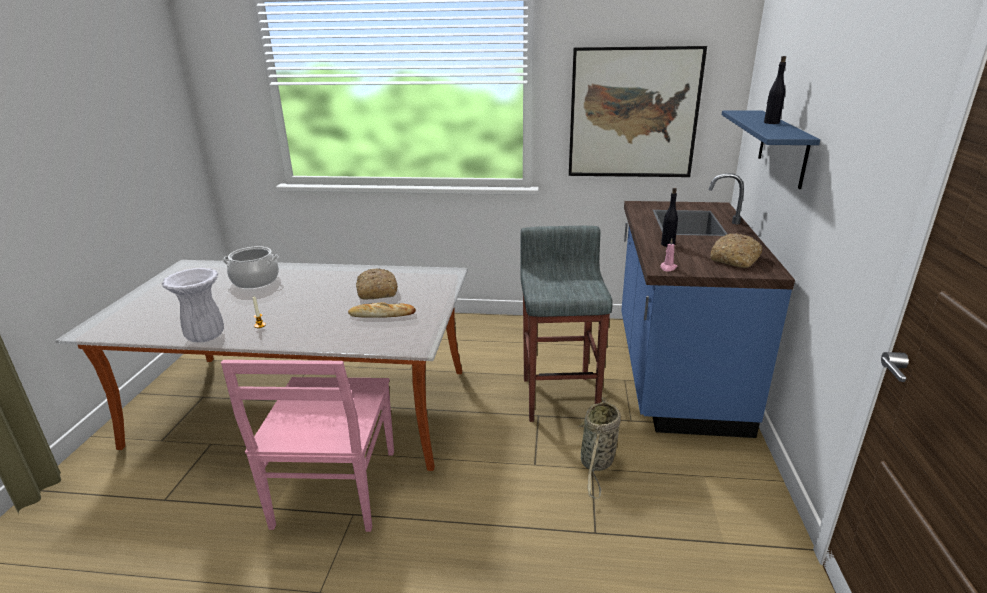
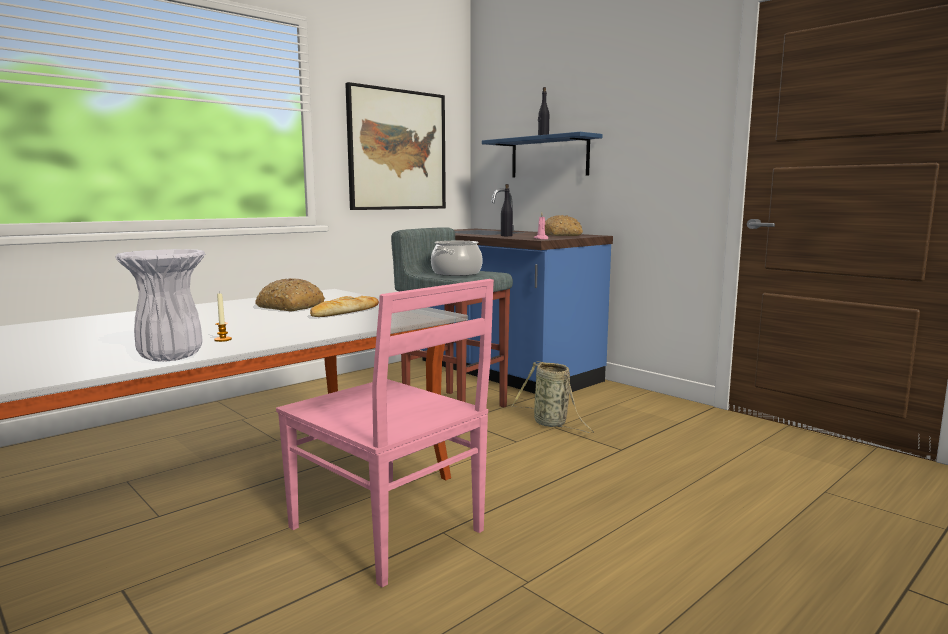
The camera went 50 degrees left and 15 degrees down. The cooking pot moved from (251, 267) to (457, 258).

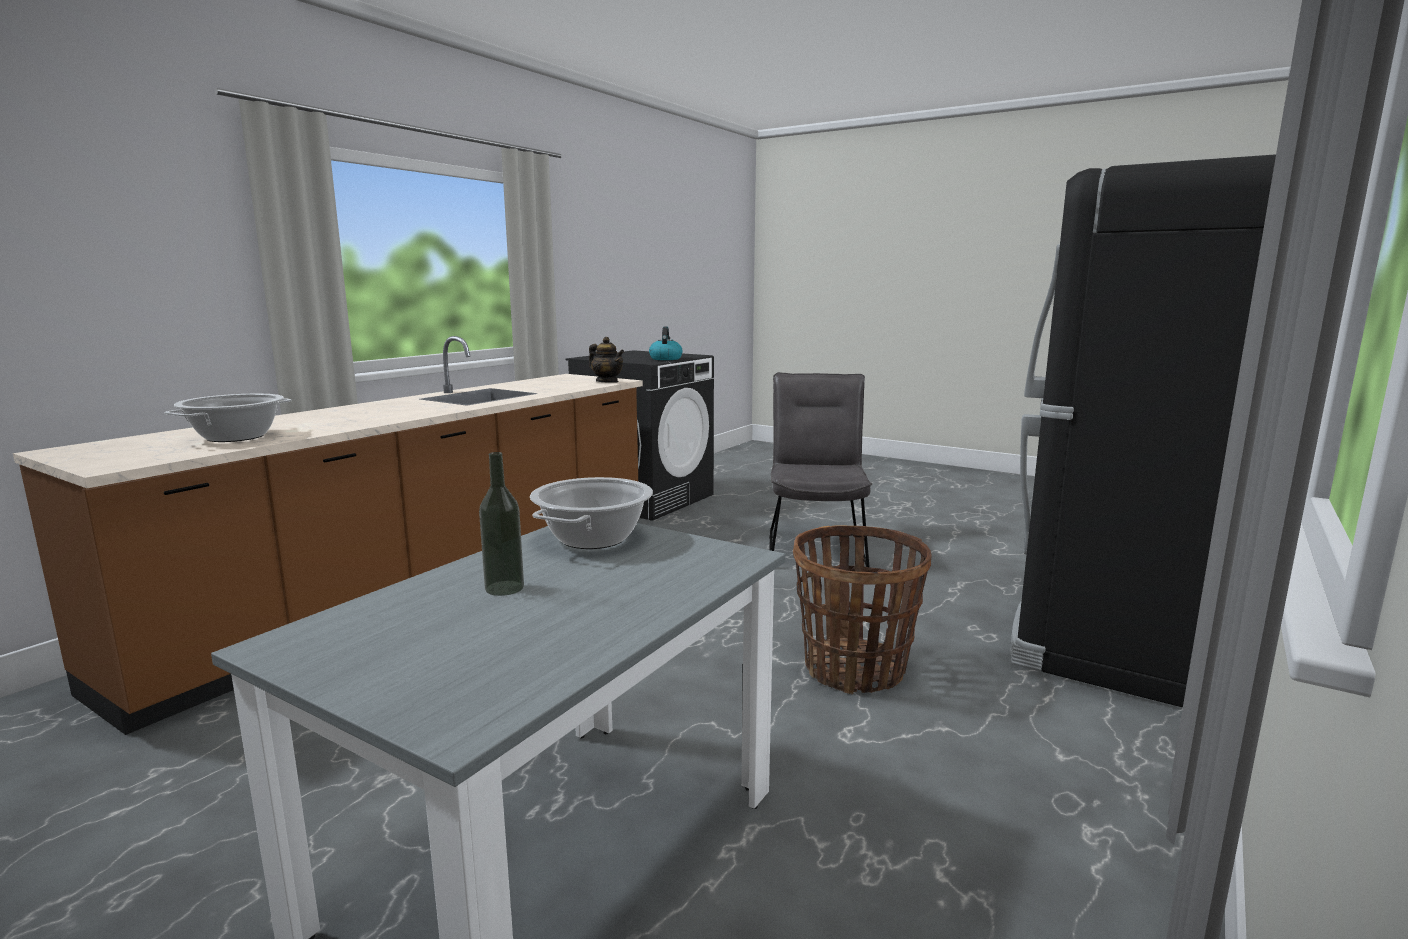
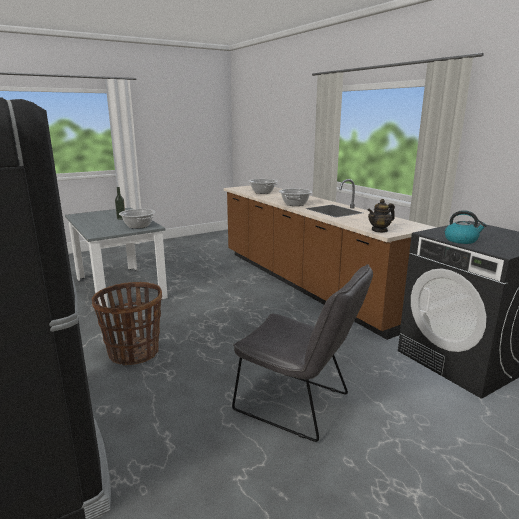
The camera went 115 degrees right and 5 degrees up. The cooking pot at (295, 197) appeared.

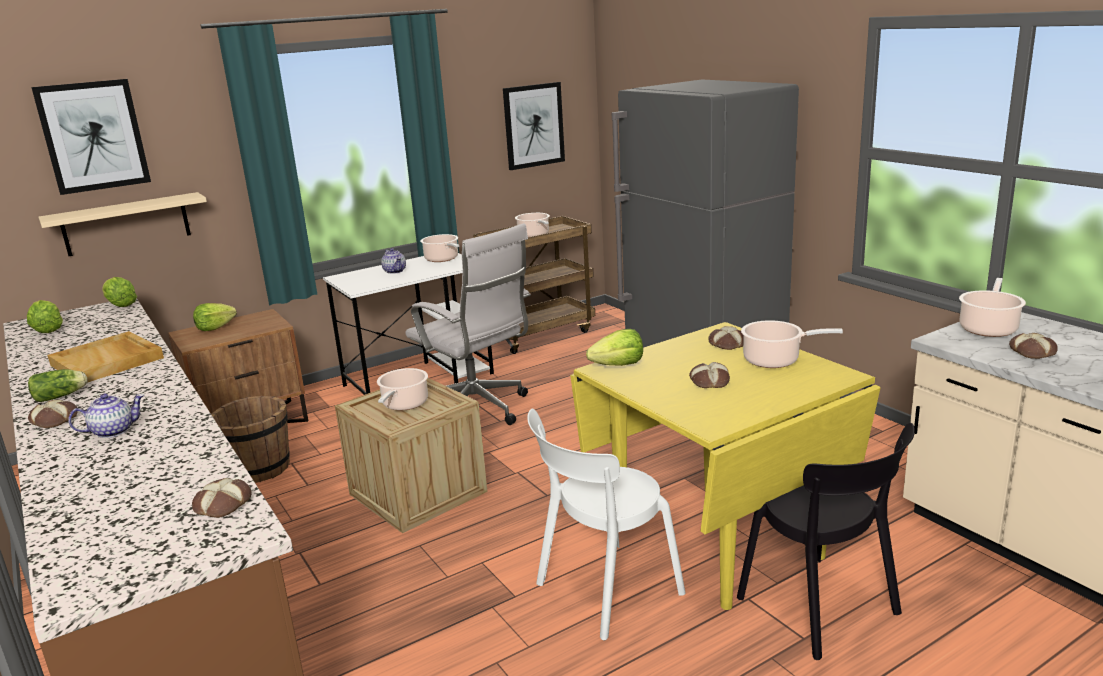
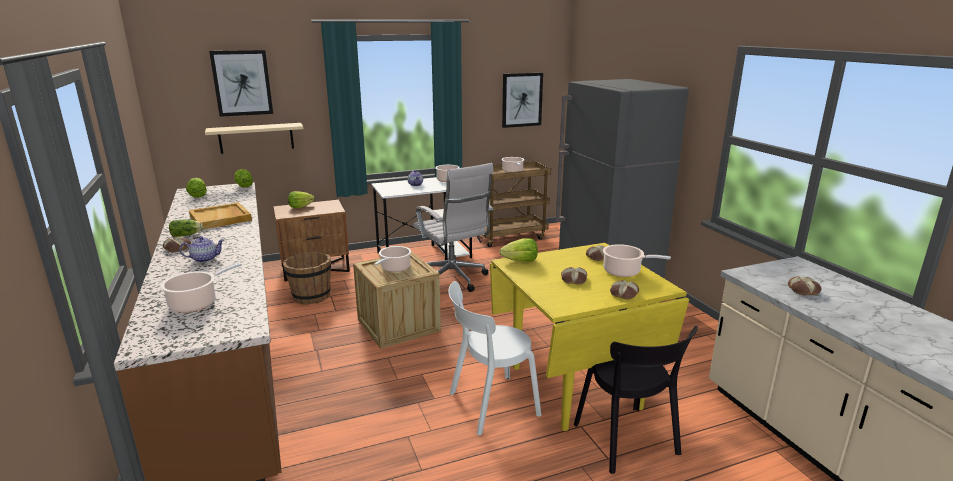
The camera went 10 degrees right and 0 degrees up. The bread moved from (222, 498) to (624, 289). The cooking pot moved from (992, 307) to (201, 288).

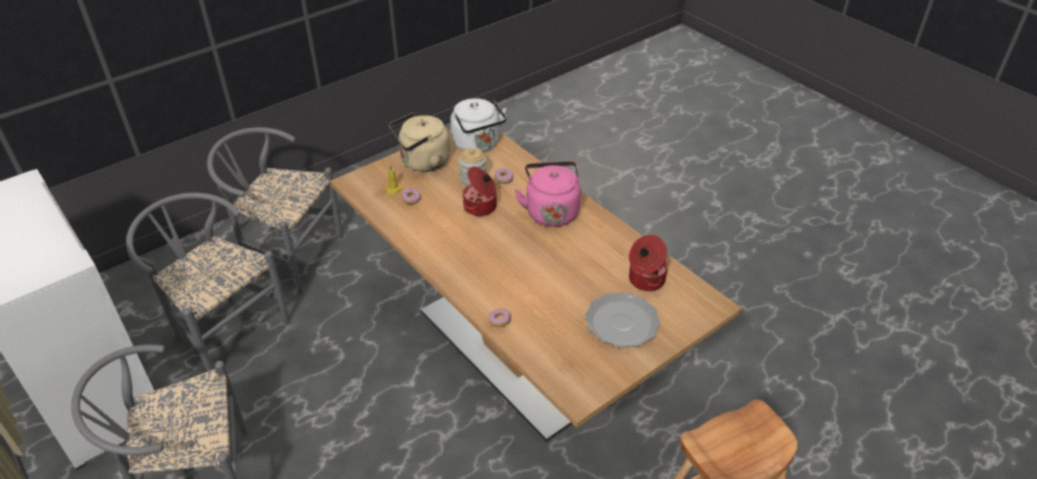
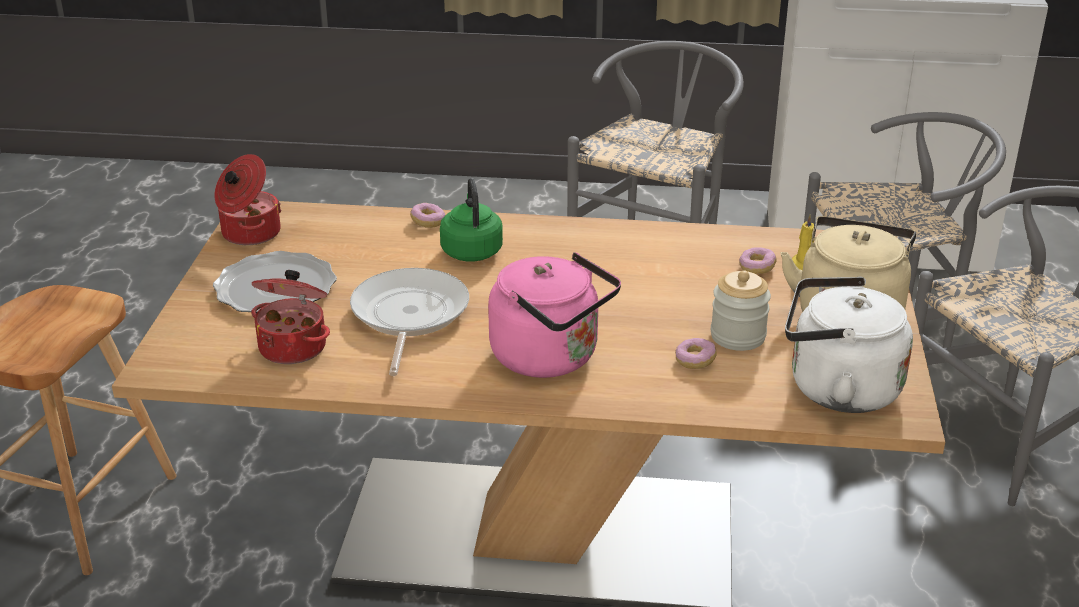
The camera went 135 degrees right and 10 degrees down. The frying pan at (409, 322) appeared. The green kettle at (471, 219) appeared. The cooking pot moved from (479, 191) to (248, 199).

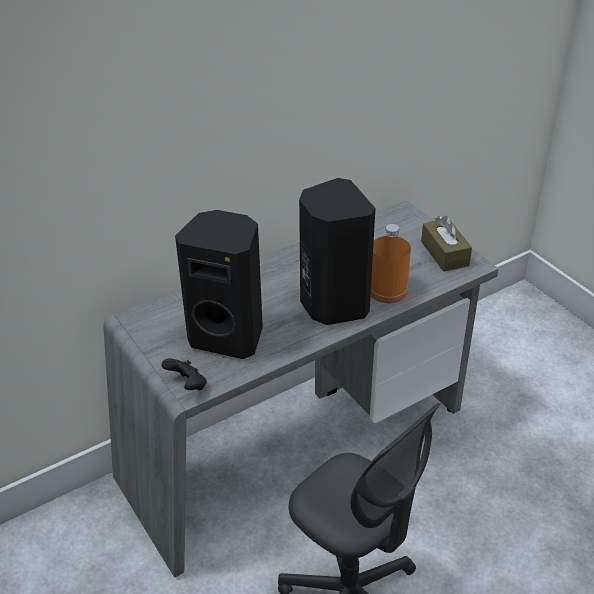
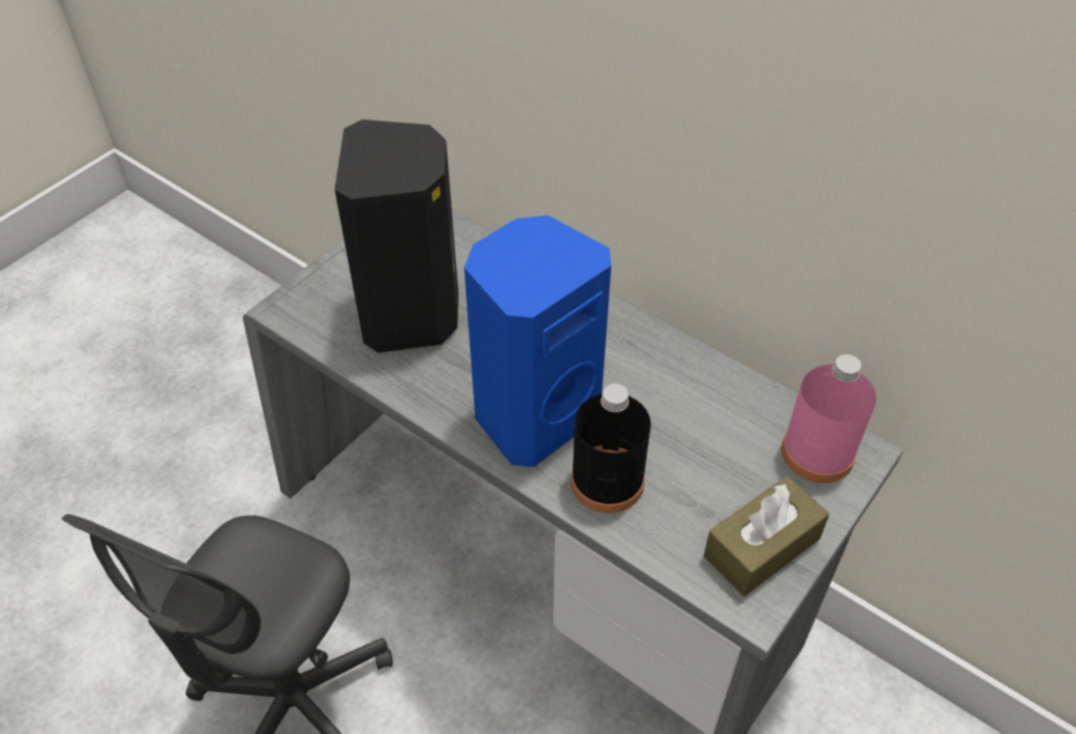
The camera went 70 degrees right and 10 degrees up. The black game controller at (184, 374) disappeared. The pink bottle at (829, 418) appeared. The black speaker at (337, 251) became the blue speaker at (537, 341). The orange bottle at (391, 263) became the black bottle at (611, 448).

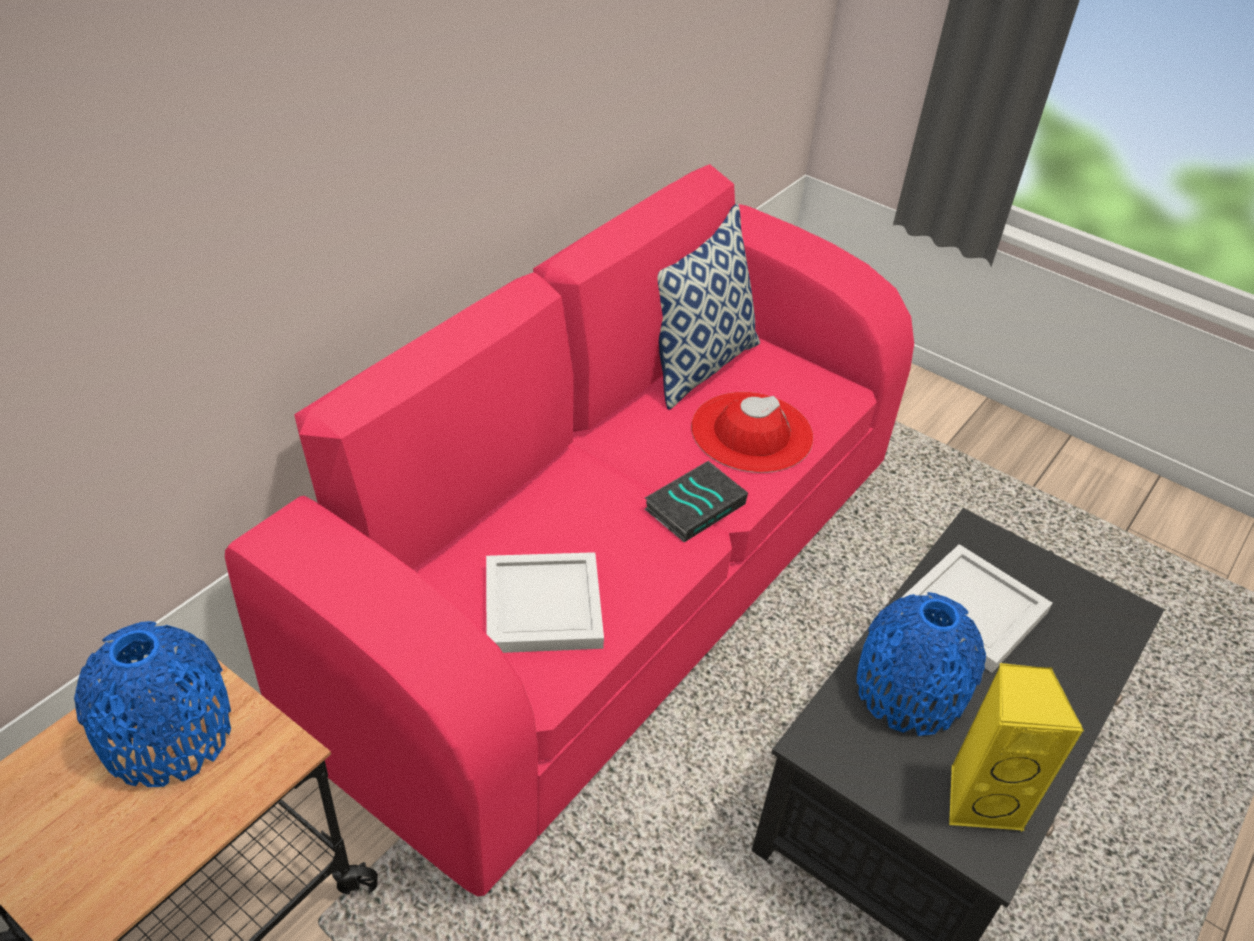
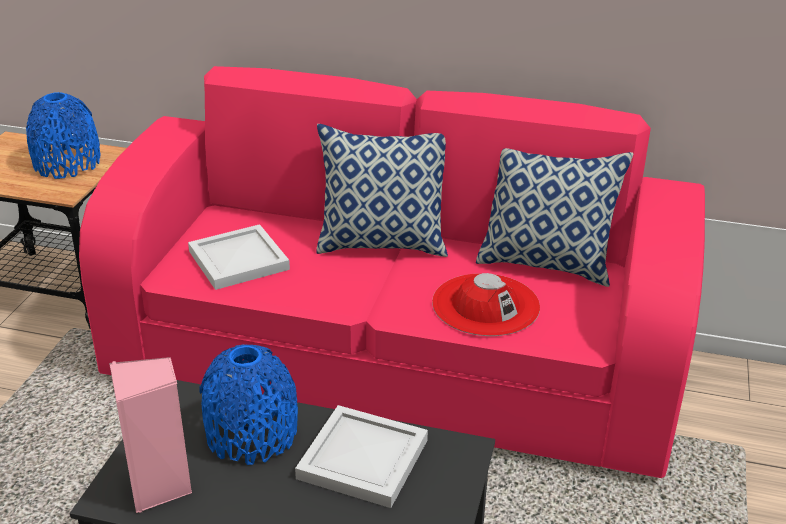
The camera went 70 degrees right and 10 degrees down. The book at (696, 501) disappeared. The pillow at (382, 190) appeared. The yellow speaker at (1016, 747) became the pink speaker at (150, 435).

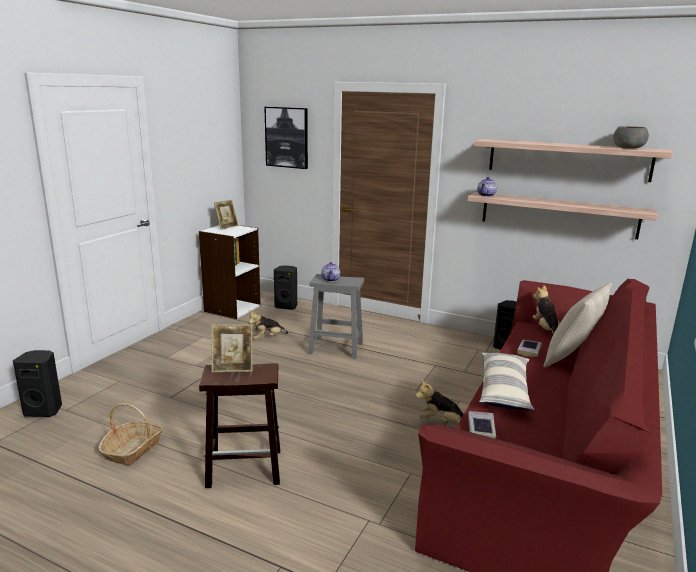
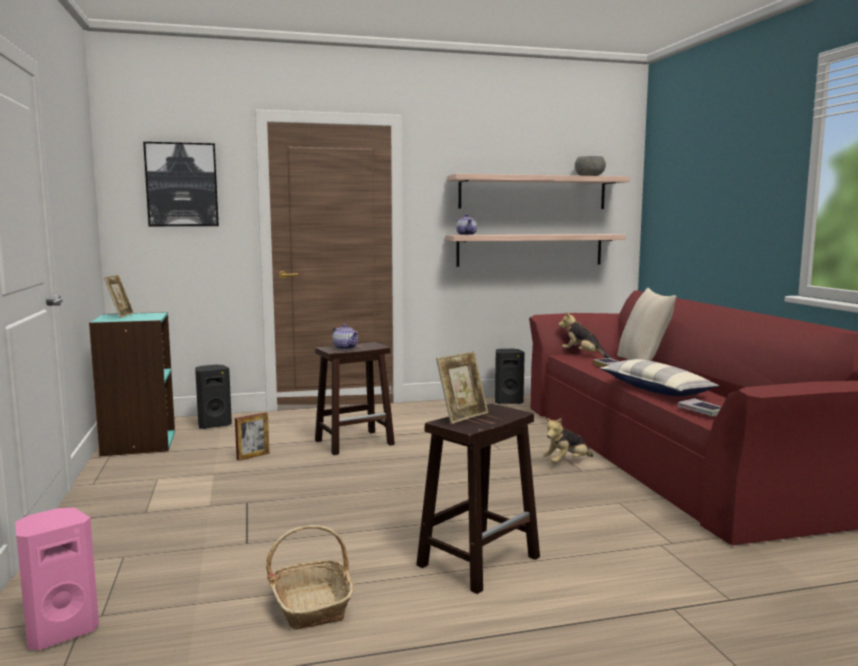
The camera went 40 degrees left and 10 degrees down. The plush toy at (268, 324) was replaced by the picture frame at (252, 436). The black speaker at (37, 383) became the pink speaker at (57, 579). The white bookcase at (230, 272) became the turquoise bookcase at (132, 384). The grey stool at (336, 316) became the brown stool at (355, 398).

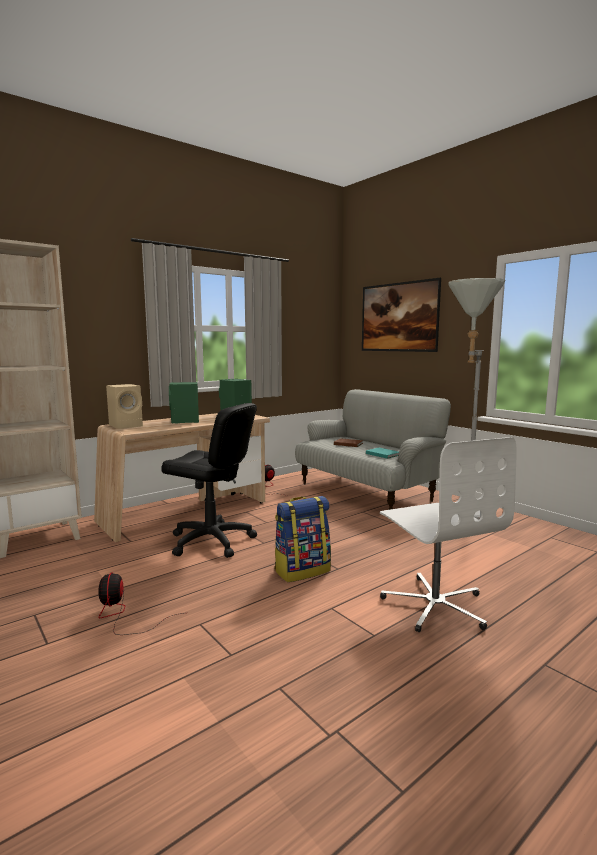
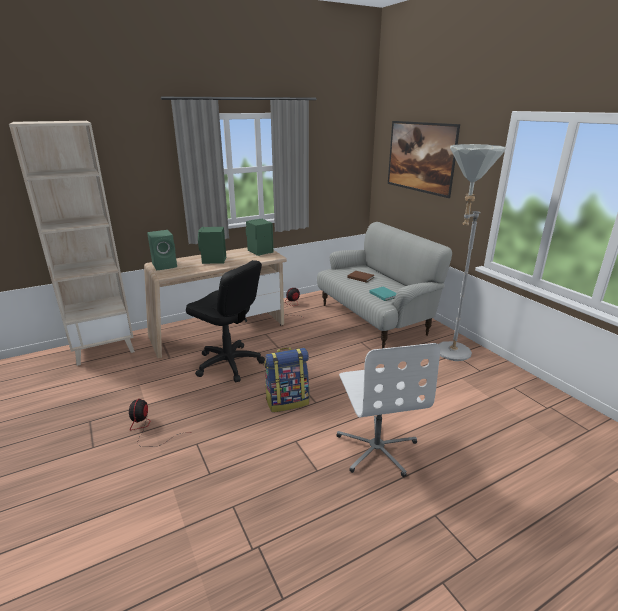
The camera went 10 degrees right and 15 degrees up. The beige speaker at (124, 406) became the green speaker at (162, 250).

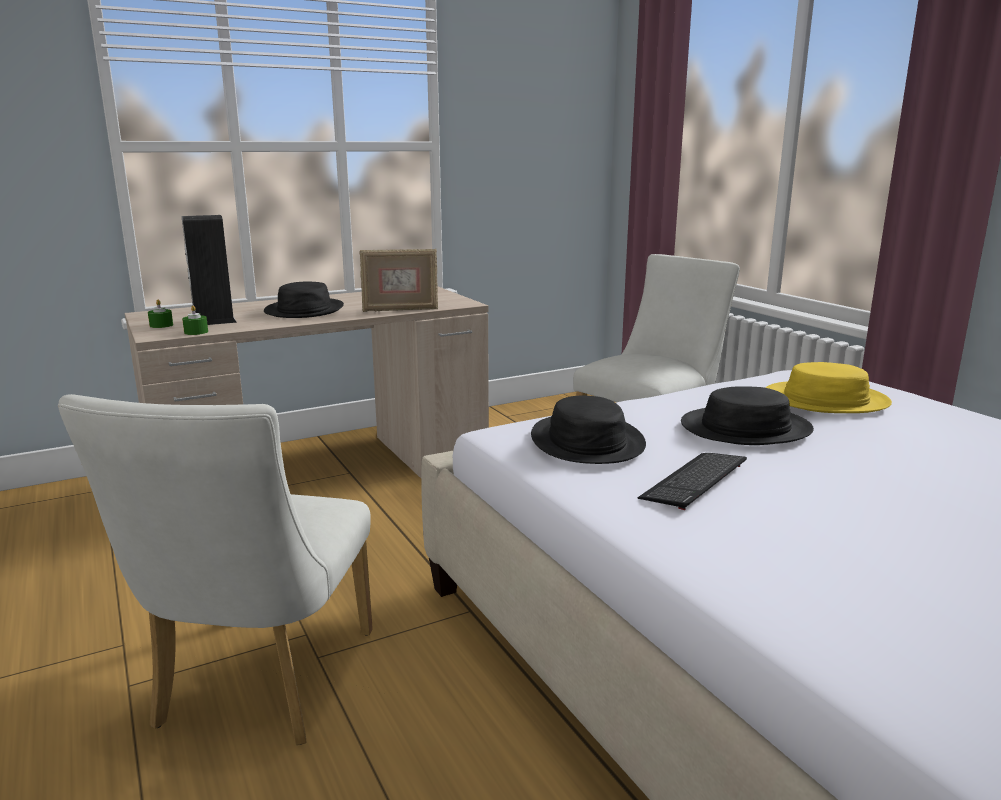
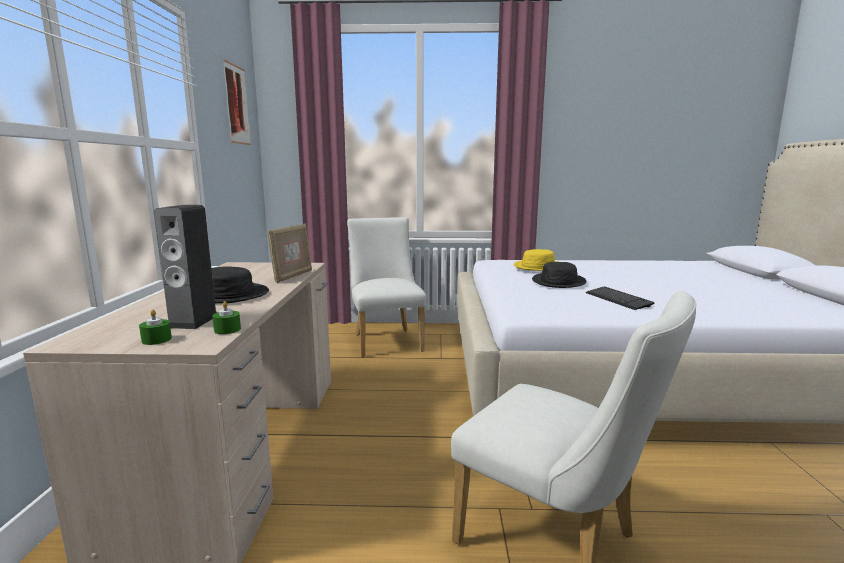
The camera went 60 degrees left and 5 degrees down. The black hat at (588, 429) disappeared. The picture at (237, 102) appeared.

